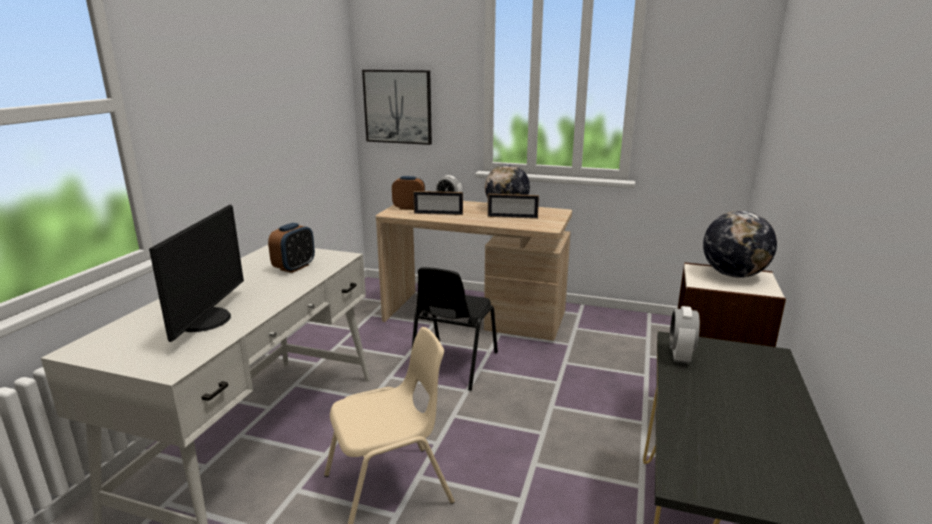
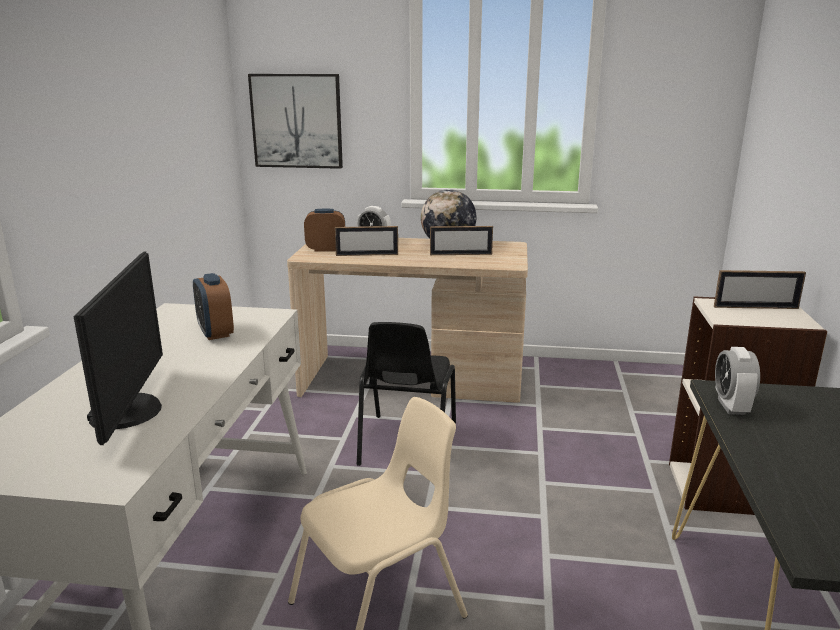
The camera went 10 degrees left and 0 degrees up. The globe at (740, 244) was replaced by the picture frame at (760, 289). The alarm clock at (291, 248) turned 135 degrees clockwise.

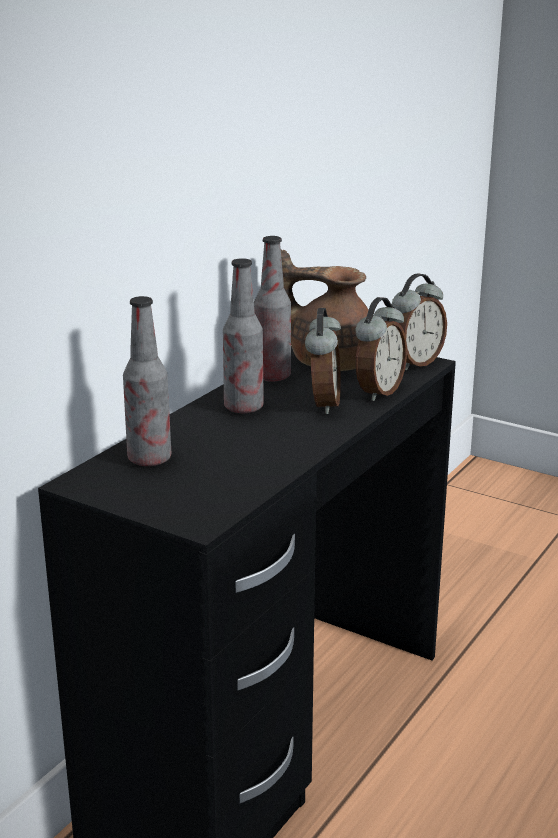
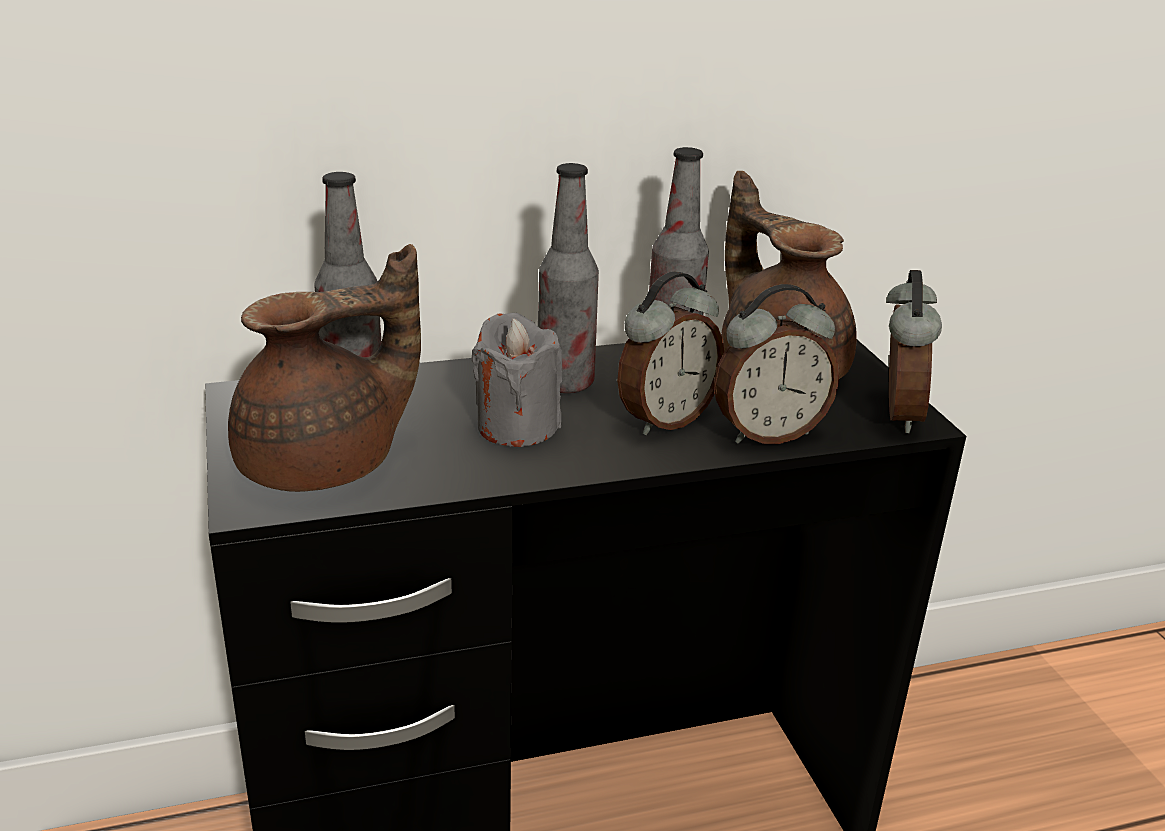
The camera went 40 degrees right and 5 degrees up. The brown teapot at (324, 368) appeared. The grey candle at (517, 380) appeared. The alarm clock at (419, 321) turned 75 degrees counterclockwise.

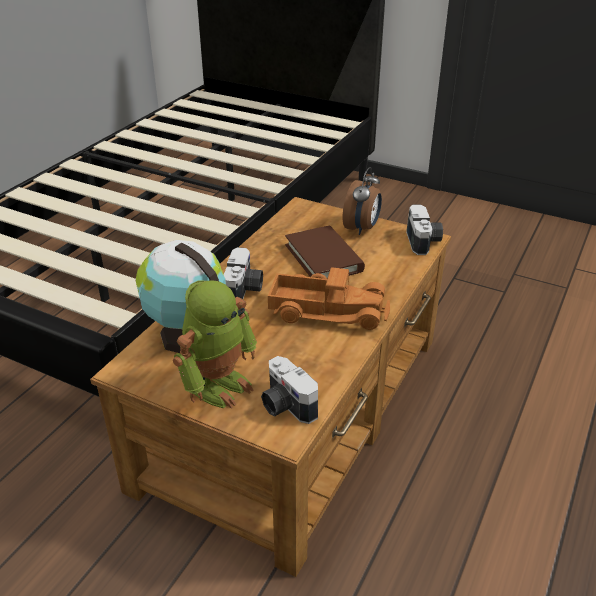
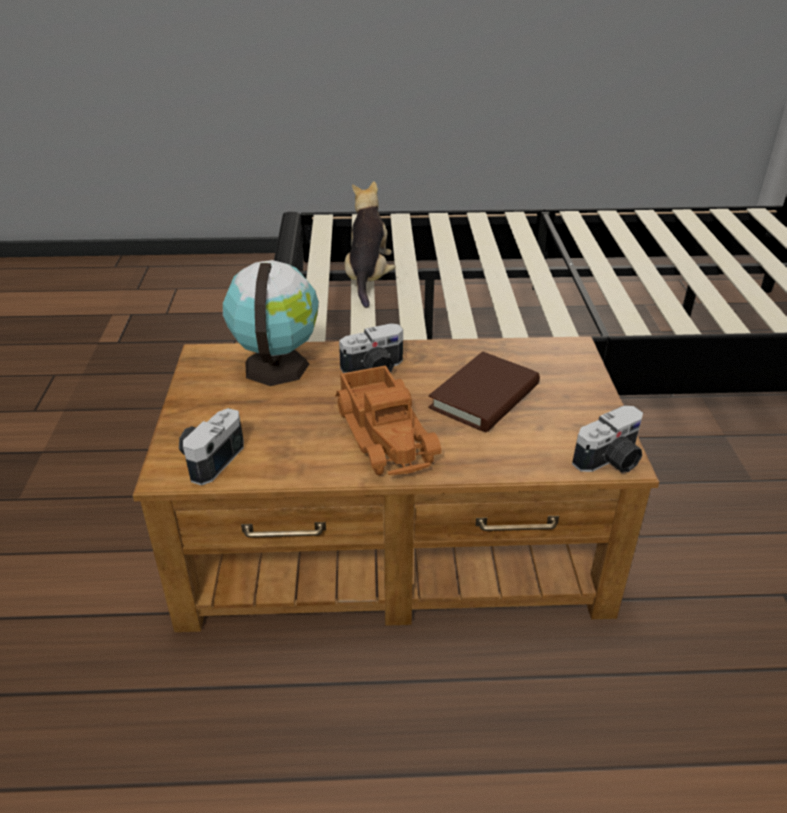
The camera went 60 degrees right and 0 degrees up. The toy robot at (215, 344) disappeared. The alarm clock at (362, 201) disappeared. The plush toy at (370, 244) appeared.

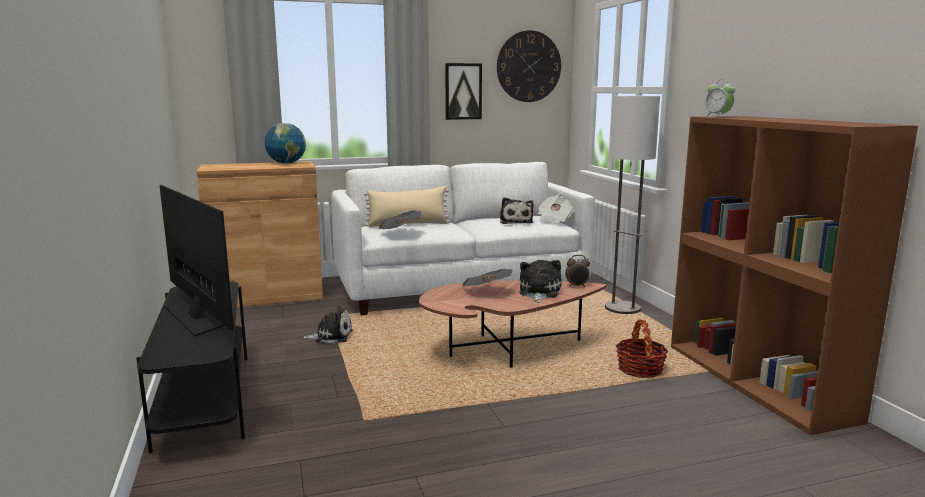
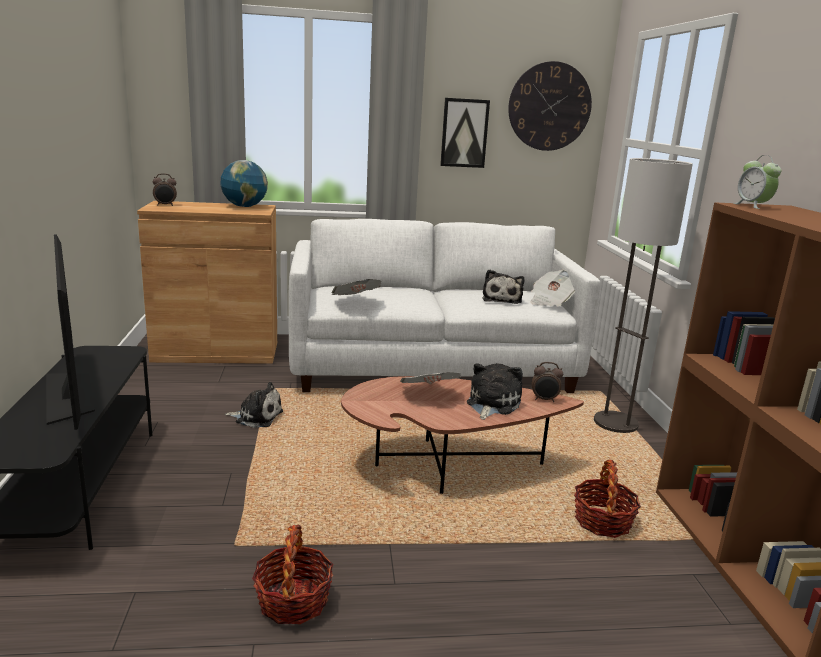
The camera went 10 degrees right and 5 degrees up. The beige pillow at (407, 206) disappeared. The alarm clock at (165, 189) appeared. The basket at (292, 574) appeared.

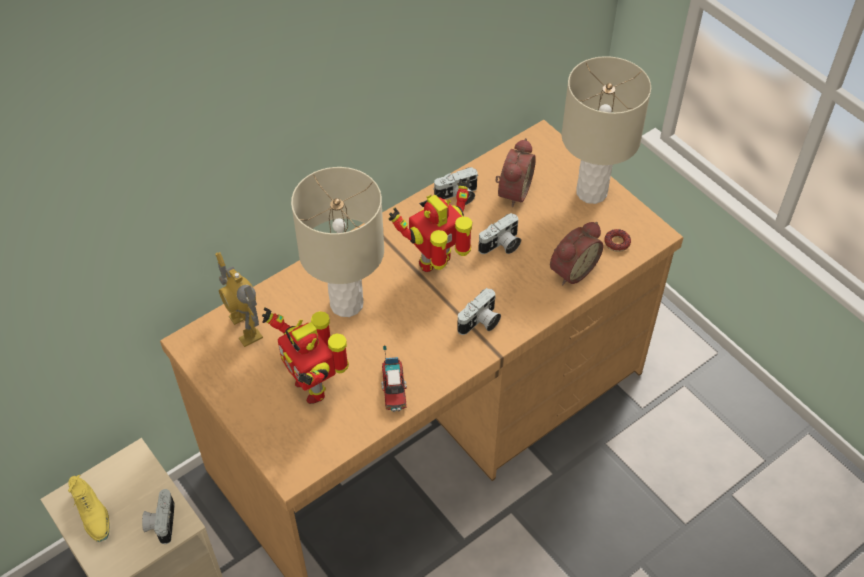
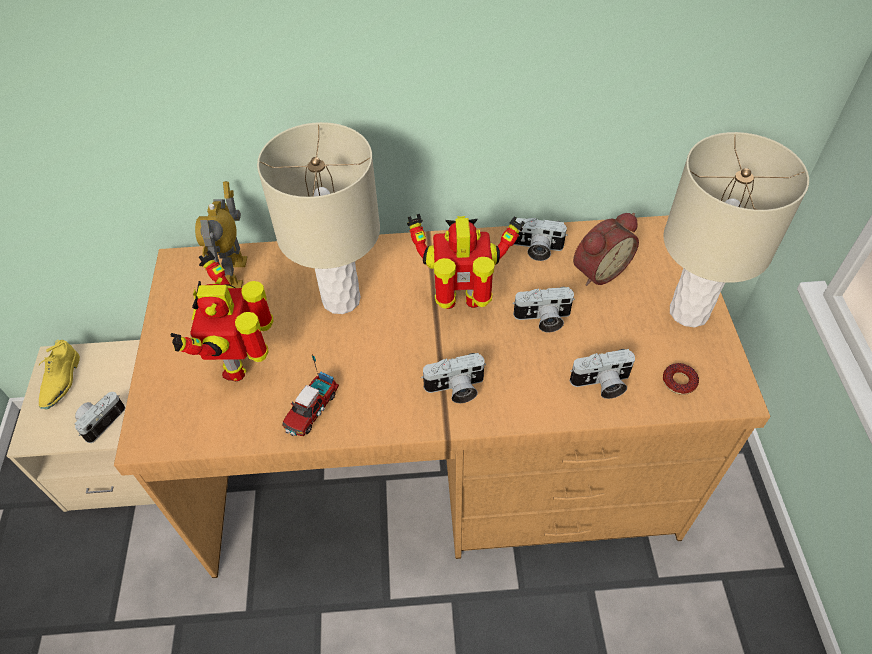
The camera went 35 degrees right and 0 degrees up. The alarm clock at (576, 253) was replaced by the photo camera at (602, 374).

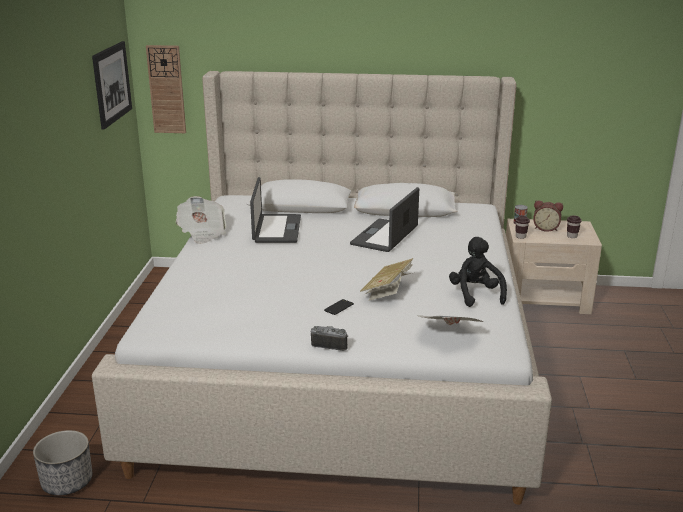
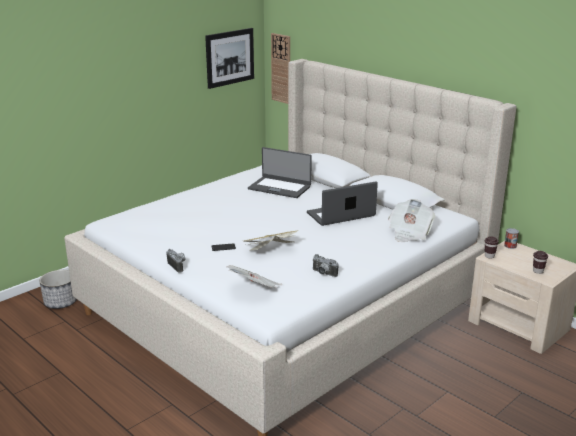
The camera went 40 degrees right and 0 degrees up. The alarm clock at (548, 216) disappeared. The newspaper moved from (201, 220) to (411, 220). The black plush toy at (478, 272) was replaced by the photo camera at (325, 265). The laptop at (275, 210) turned 75 degrees clockwise.

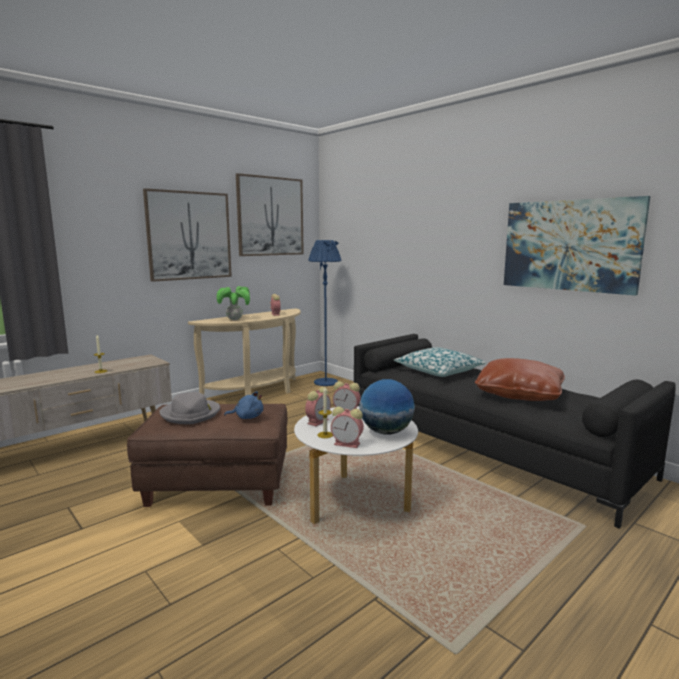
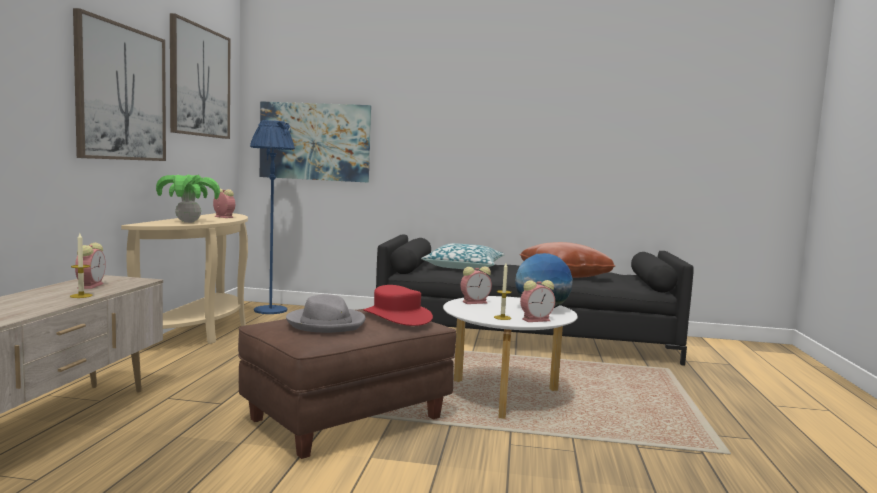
The camera went 40 degrees left and 5 degrees down. The alarm clock moved from (318, 406) to (90, 266). The picture moved from (577, 246) to (315, 141). The blue plush toy at (244, 405) was replaced by the red hat at (398, 305).

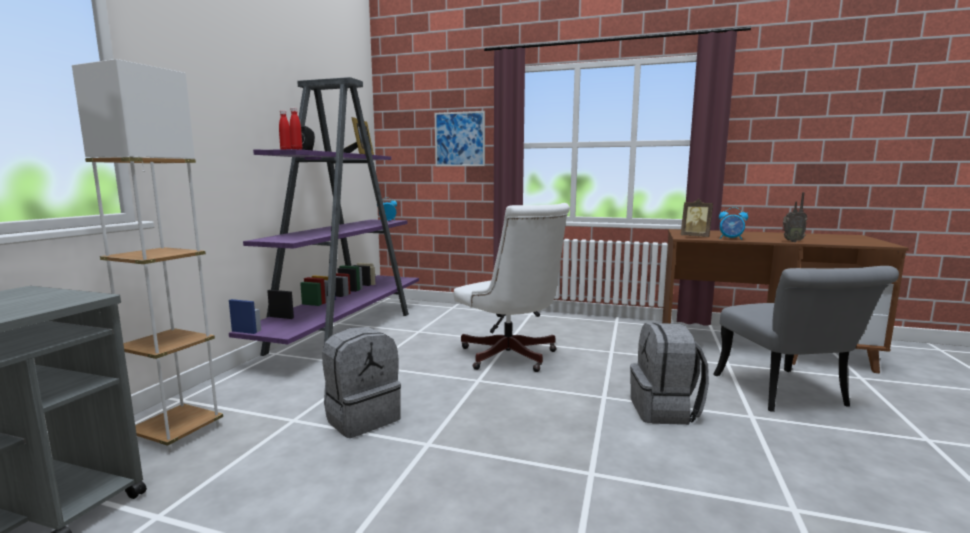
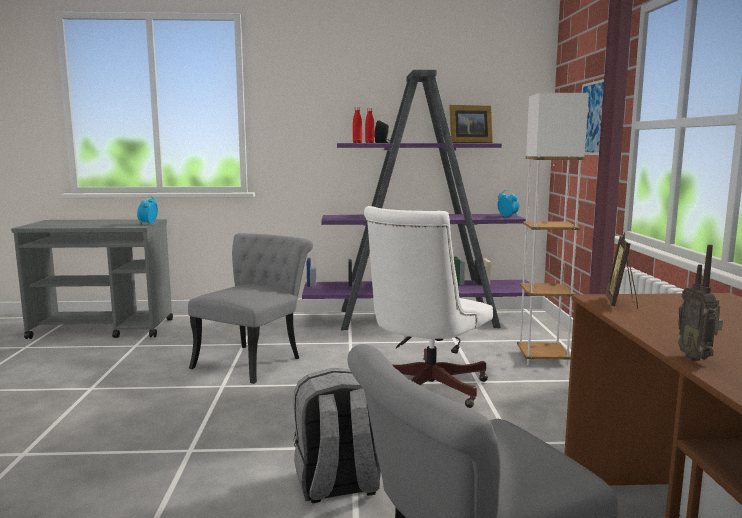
The camera went 70 degrees right and 0 degrees up. The white floor lamp moved from (147, 255) to (553, 229). The alarm clock moved from (733, 223) to (147, 210). The grey backpack at (361, 382) was replaced by the grey chair at (250, 308).

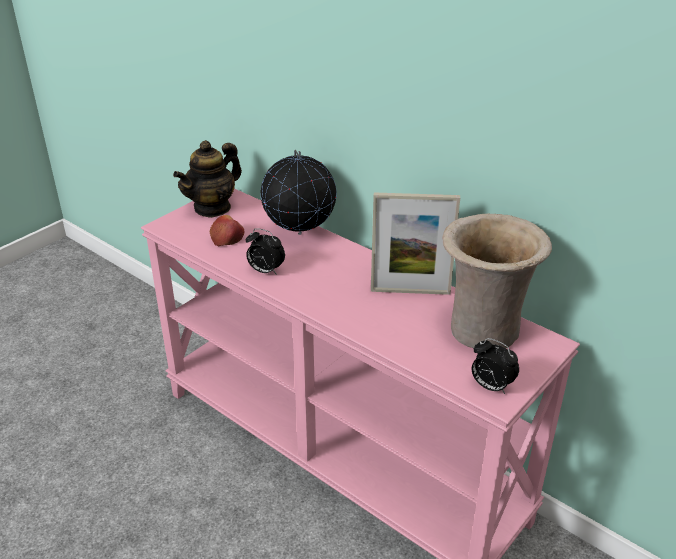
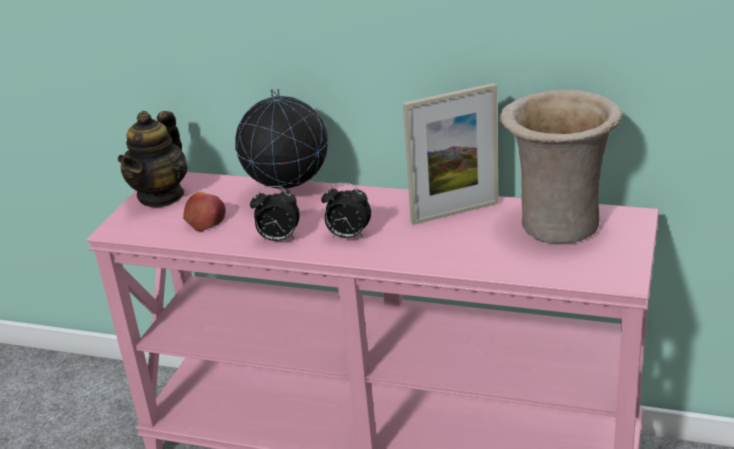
The camera went 20 degrees left and 5 degrees down. The alarm clock moved from (495, 366) to (346, 210).

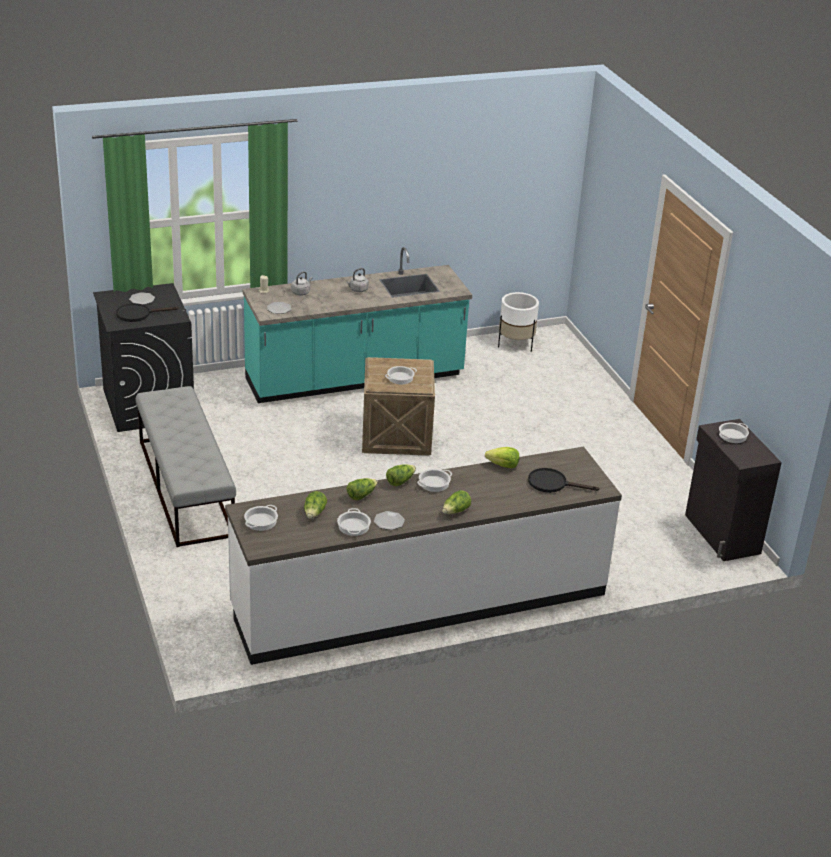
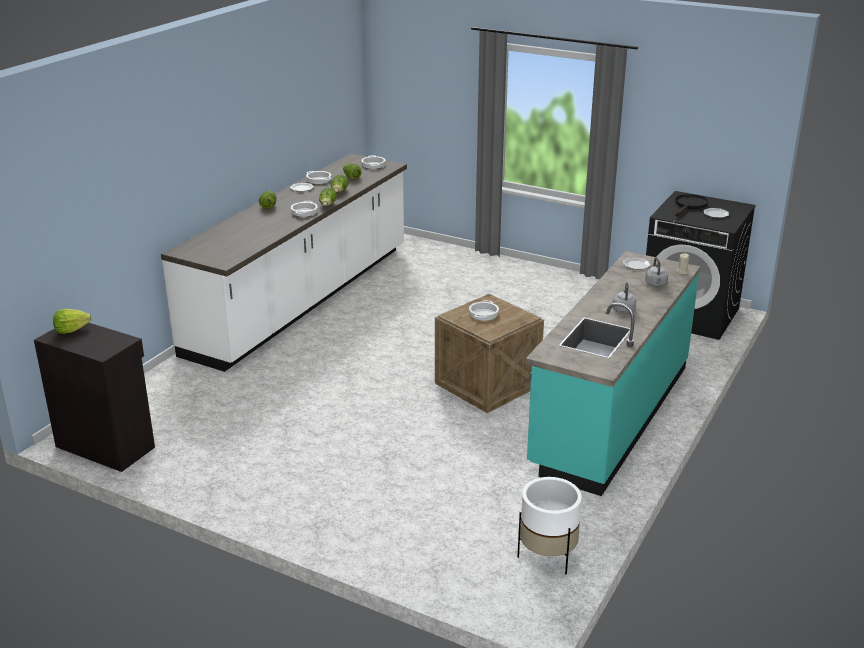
The camera went 140 degrees right and 5 degrees down. The grey bench at (186, 466) disappeared. The black frying pan at (563, 480) disappeared. The cooking pot at (734, 432) disappeared. The lettuce moved from (502, 457) to (72, 321).

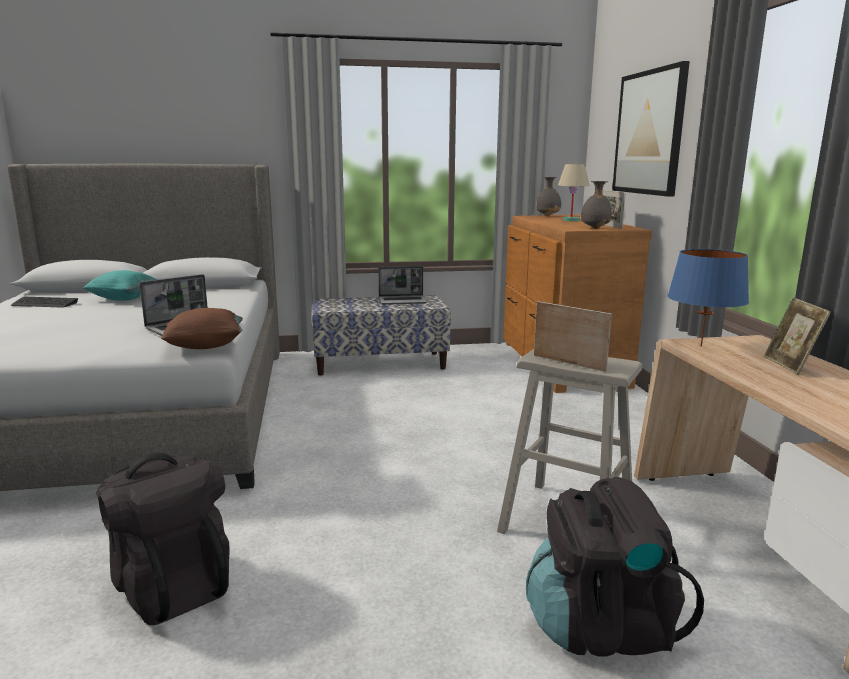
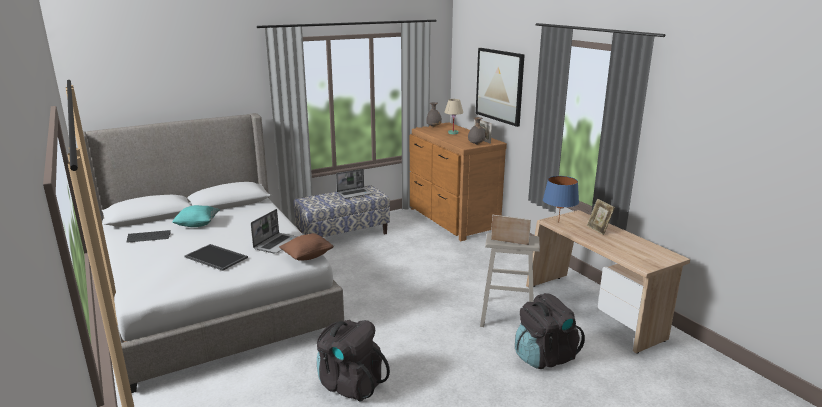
The camera went 20 degrees left and 5 degrees up. The tray at (216, 257) appeared.

